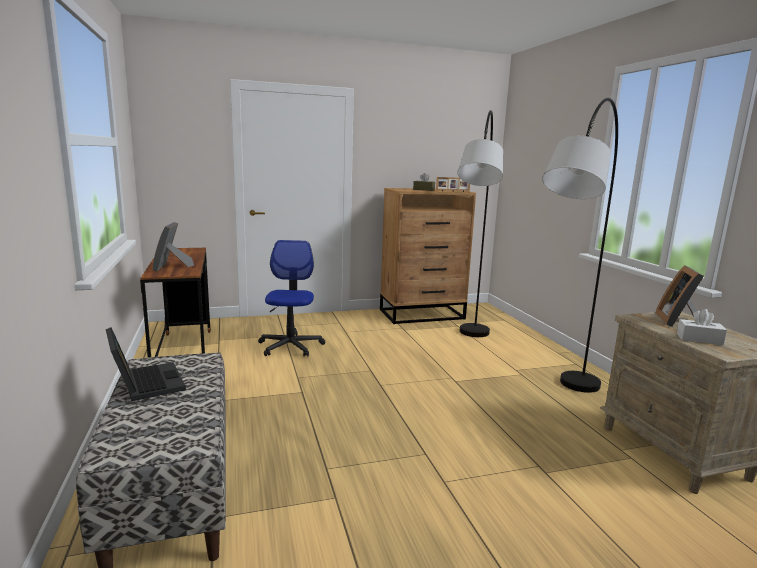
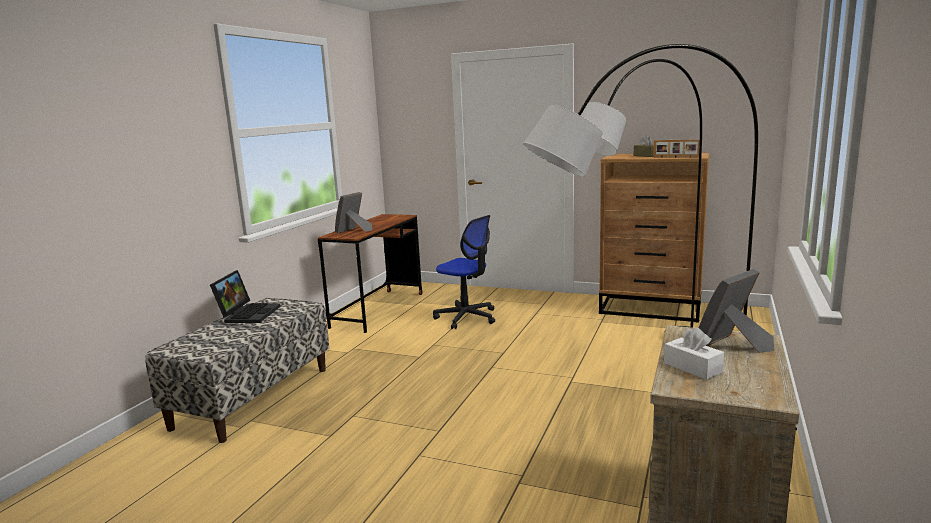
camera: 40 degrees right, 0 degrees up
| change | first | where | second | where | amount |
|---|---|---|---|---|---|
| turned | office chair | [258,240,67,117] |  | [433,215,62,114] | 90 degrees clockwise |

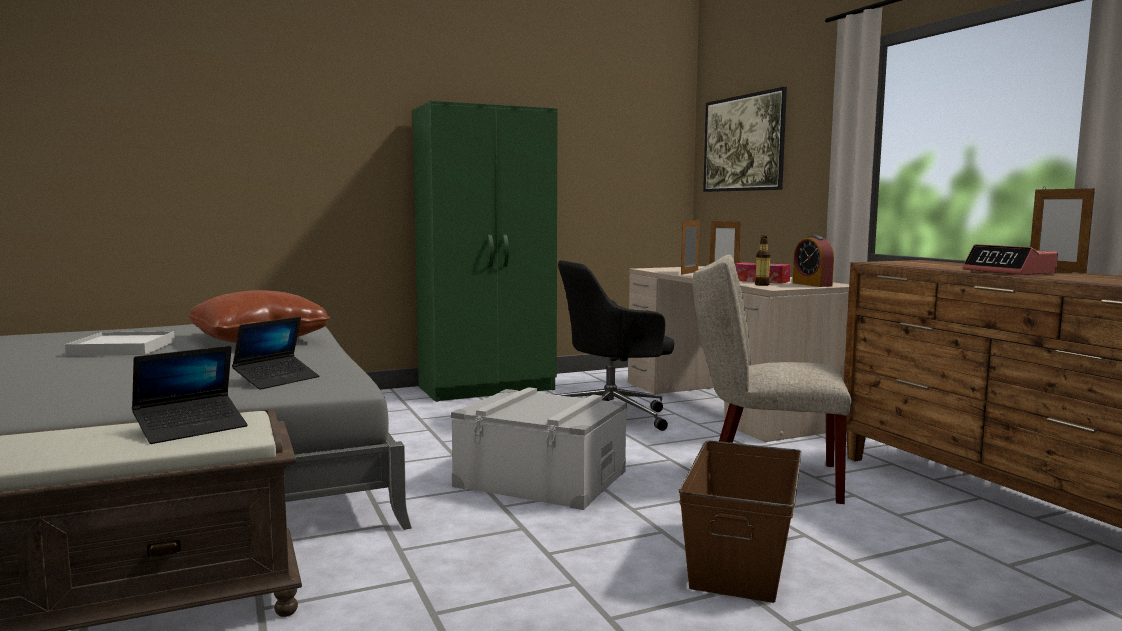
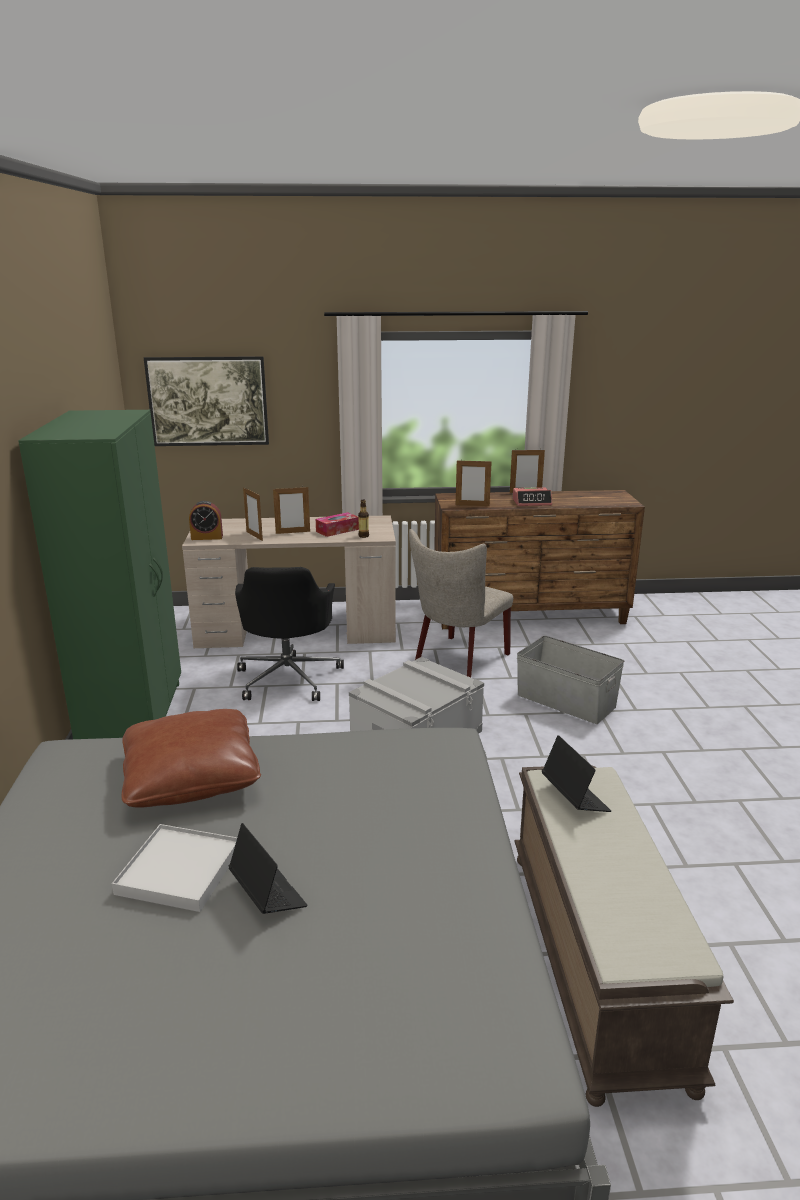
camera: 70 degrees left, 15 degrees up
| change | first | where | second | where | amount |
|---|---|---|---|---|---|
| moved | alarm clock | [793,235,41,52] |  | [189,501,34,39] |  |
| moved | laptop | [232,317,88,73] |  | [228,823,80,91] |  |
| recoloured | brown storage bin | [678,440,124,163] | greyish storage bin | [517,636,107,88] |  |
| added |  |  | standing frame | [456,460,36,46] |  |

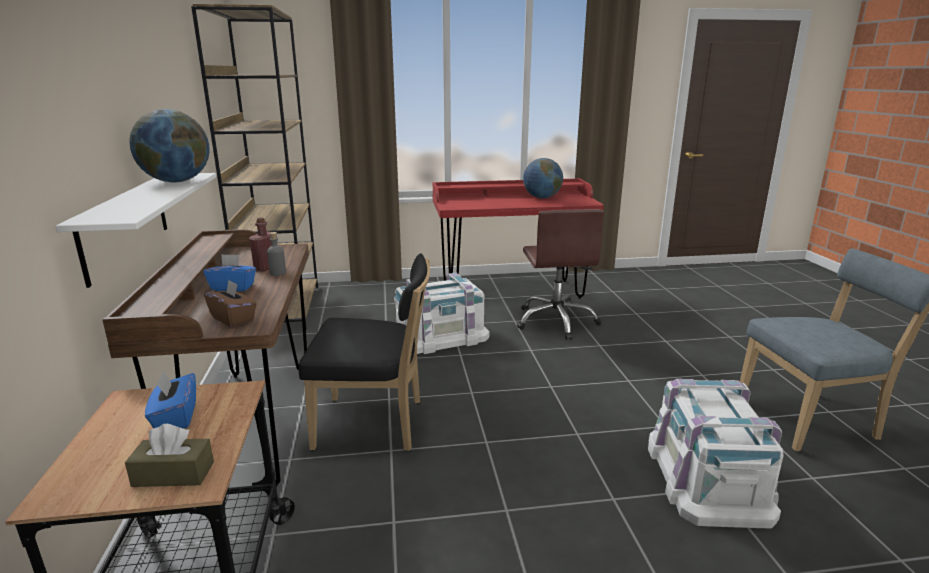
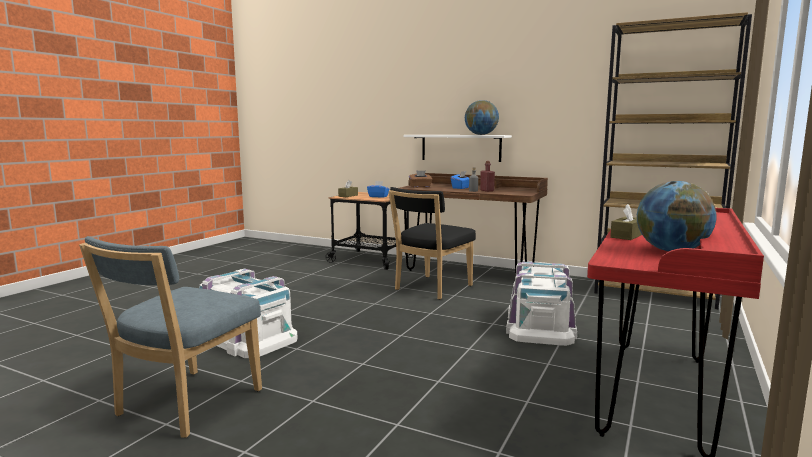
camera: 125 degrees right, 10 degrees down
| change | first | where | second | where | amount |
|---|---|---|---|---|---|
| removed | brown office chair | [517,209,87,131] |  |  |  |
| added |  |  | brown tissue box | [610,204,32,36] |  |

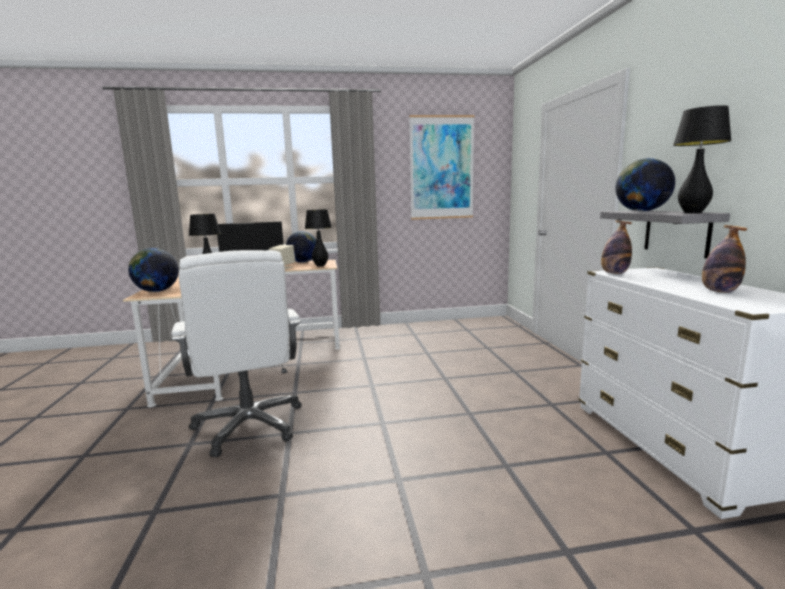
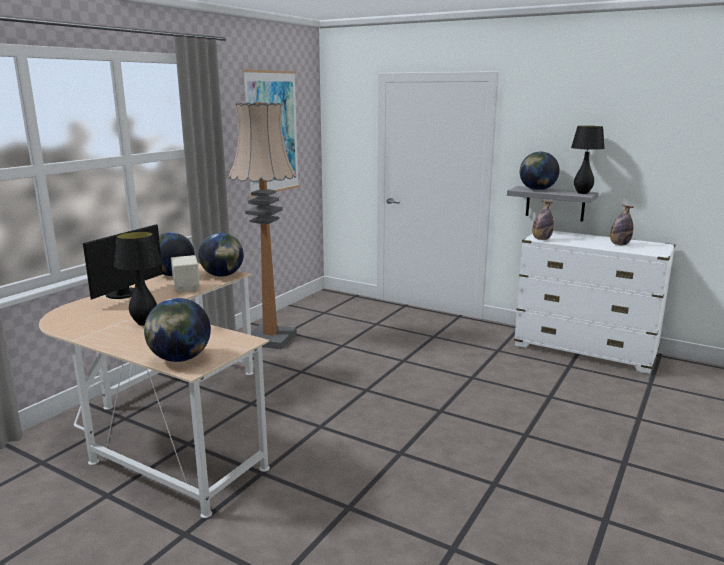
camera: 50 degrees left, 5 degrees up
| change | first | where | second | where | amount |
|---|---|---|---|---|---|
| replaced | black table lamp | [305,209,27,58] | globe | [198,233,46,44] |  |
| removed | white-coloured office chair | [171,250,131,207] |  |  |  |
| added |  |  | standard lamp | [228,102,69,247] |  |

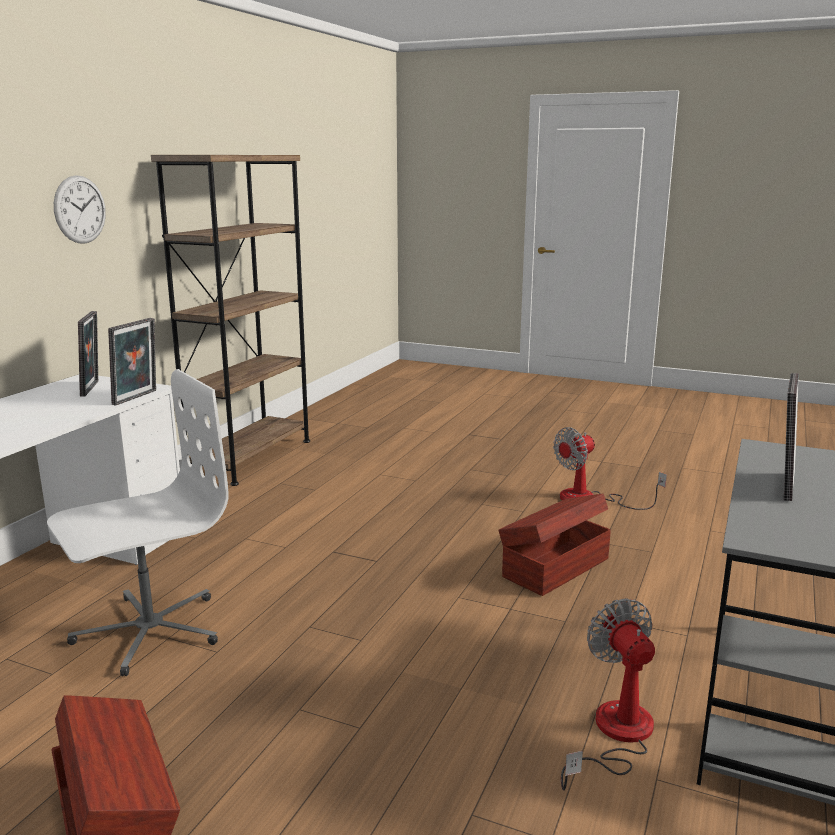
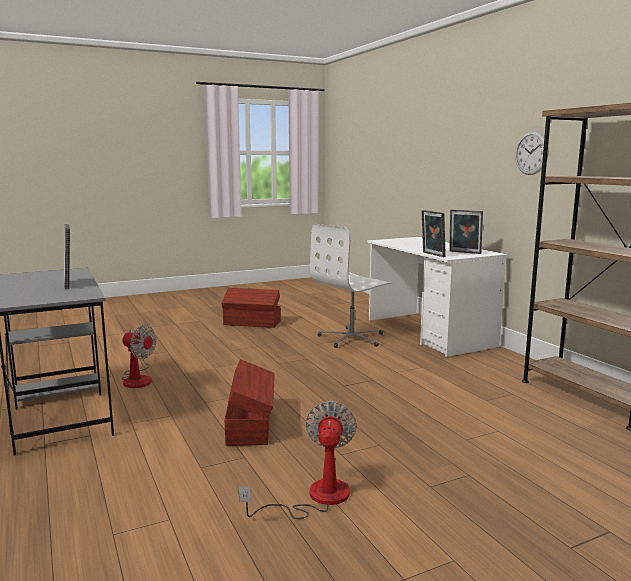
camera: 130 degrees right, 5 degrees down
| change | first | where | second | where | amount |
|---|---|---|---|---|---|
| turned | white-coloured office chair | [47,369,182,307] |  | [310,224,83,124] | 45 degrees clockwise |

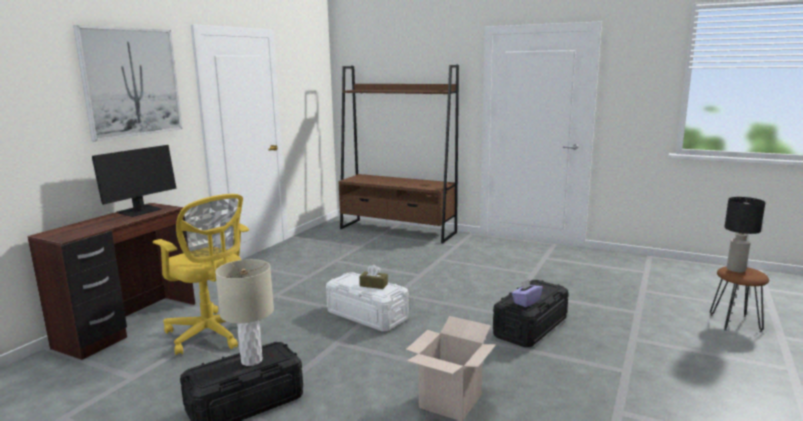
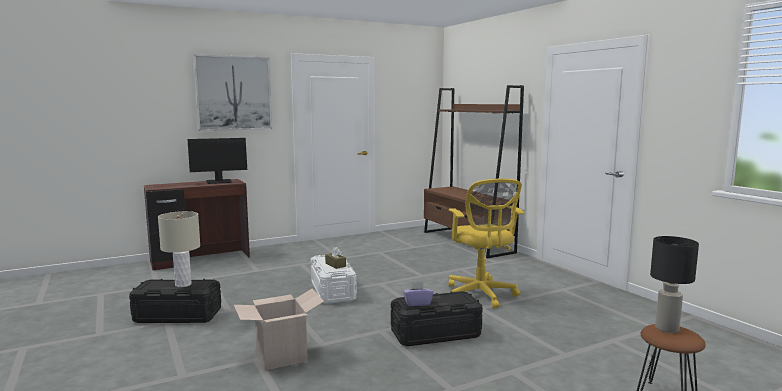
camera: 35 degrees right, 5 degrees down
| change | first | where | second | where | amount |
|---|---|---|---|---|---|
| moved | yellow-coloured office chair | [153,194,96,161] |  | [448,179,76,129] |  |

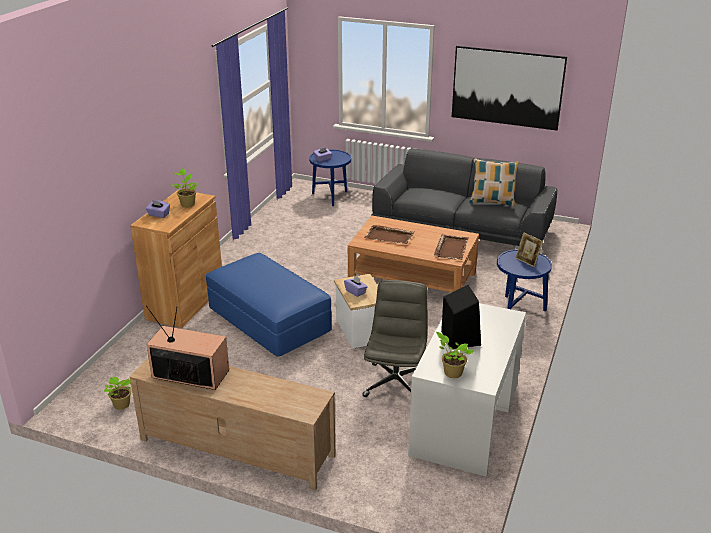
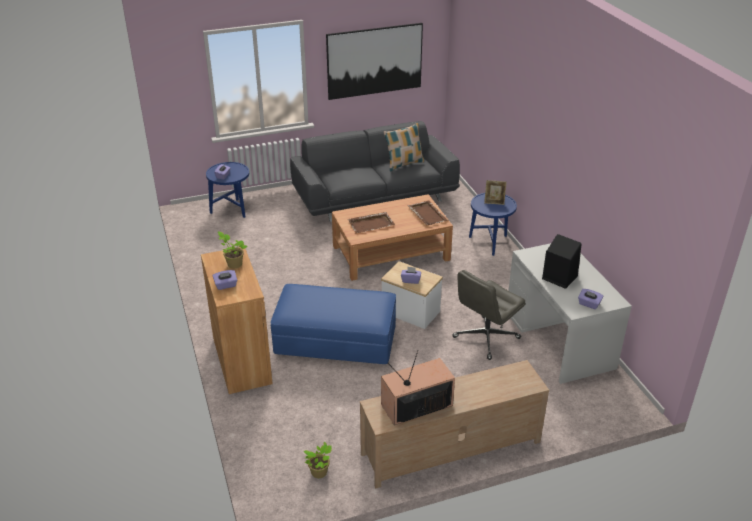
camera: 40 degrees left, 5 degrees up
| change | first | where | second | where | amount |
|---|---|---|---|---|---|
| turned | greyish office chair | [362,280,66,117] |  | [452,270,74,90] | 105 degrees counterclockwise |
| replaced | houseplant | [436,332,38,46] | purple-coloured tissue box | [578,289,25,20] |  |

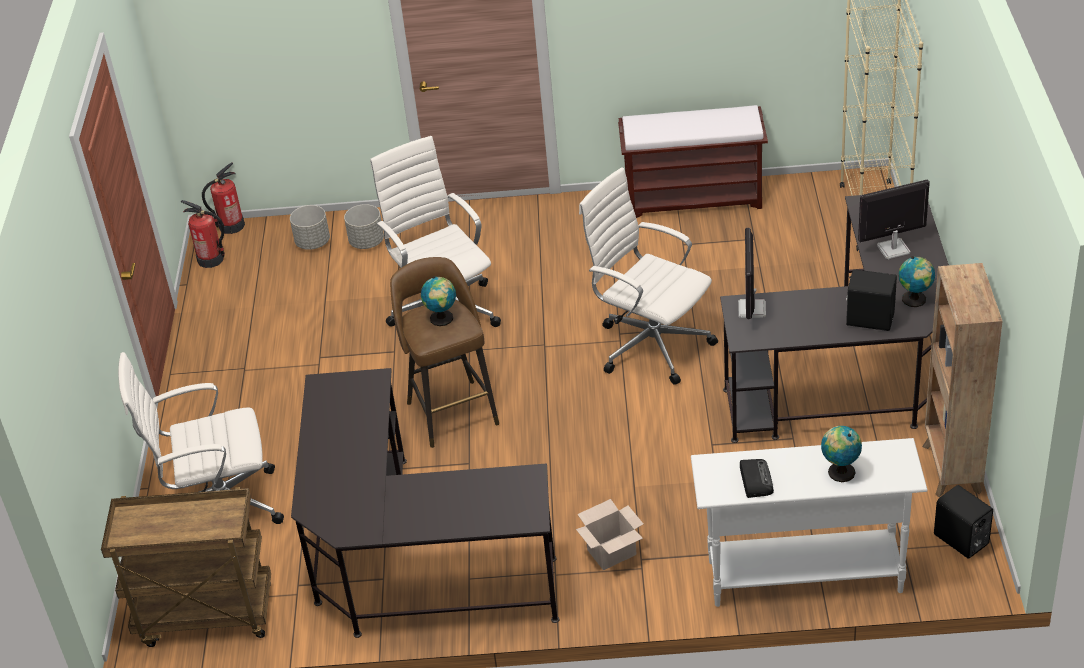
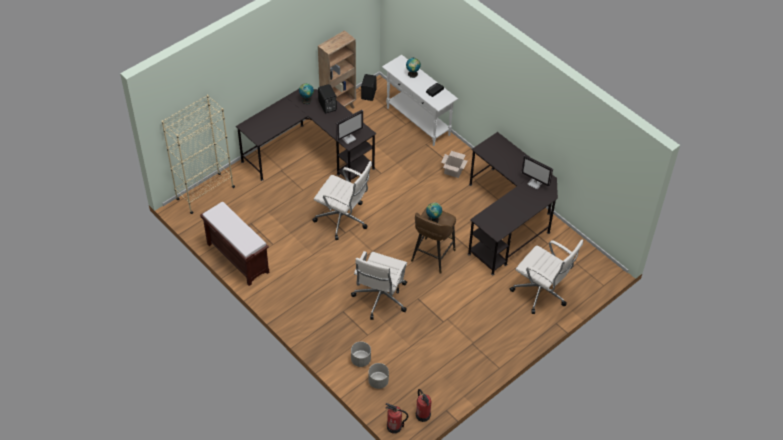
camera: 135 degrees left, 10 degrees up
| change | first | where | second | where | amount |
|---|---|---|---|---|---|
| turned | white-coloured office chair | [579,167,139,218] |  | [312,161,60,79] | 60 degrees counterclockwise |
| moved | computer screen | [858,180,72,79] |  | [521,155,32,34] |  |
| removed | brown trolley | [101,487,170,160] |  |  |  |

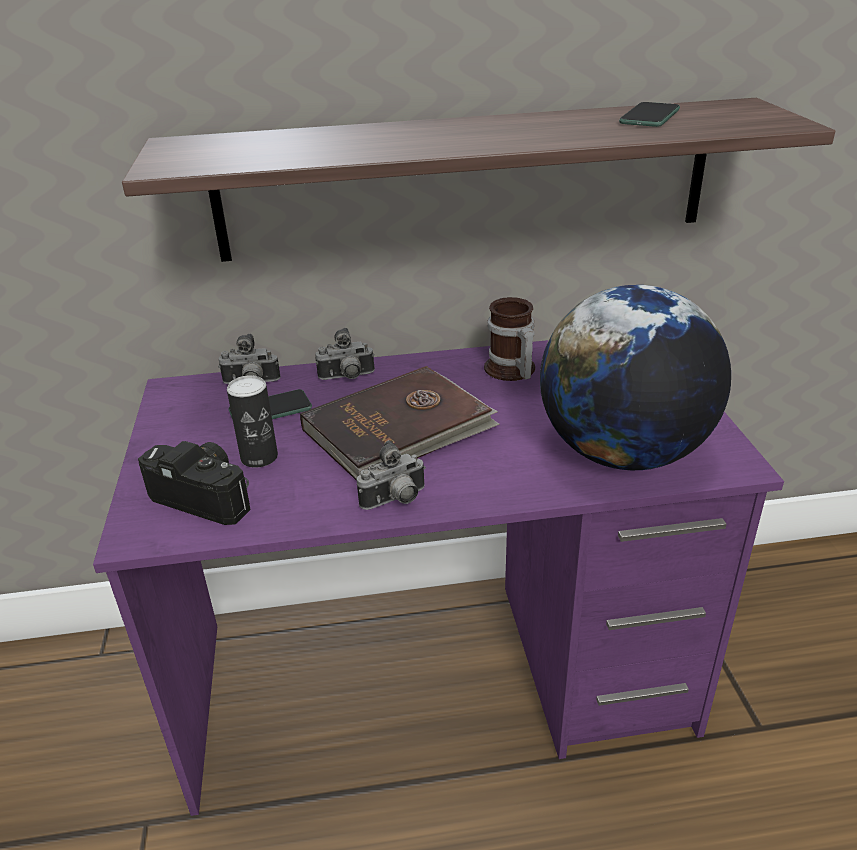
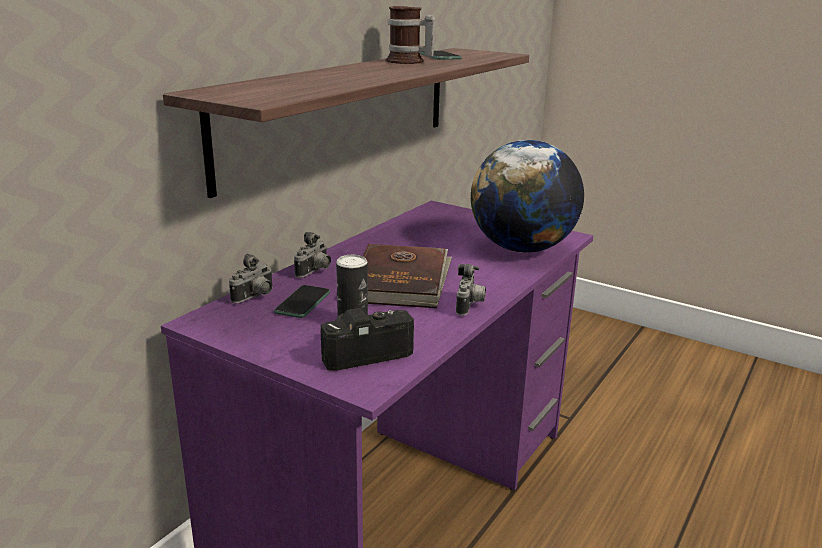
camera: 50 degrees left, 10 degrees down
| change | first | where | second | where | amount |
|---|---|---|---|---|---|
| moved | tea mug | [484,297,51,84] |  | [385,6,50,58] |  |

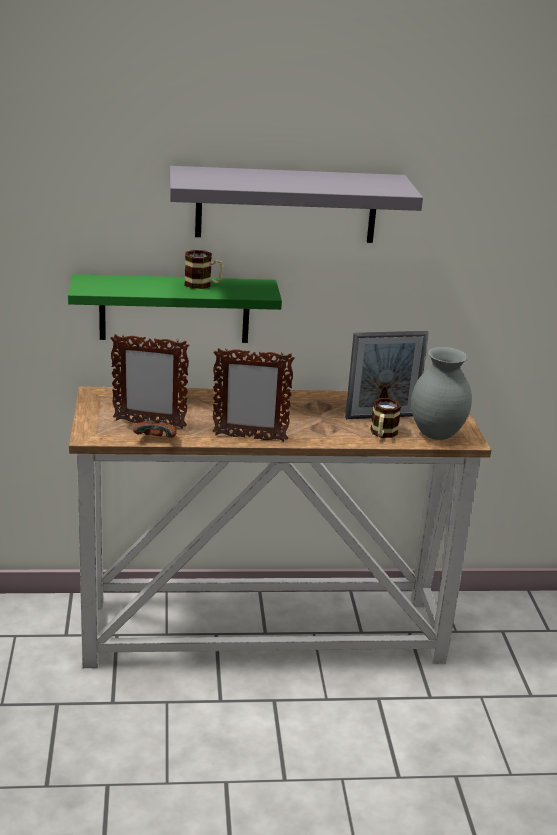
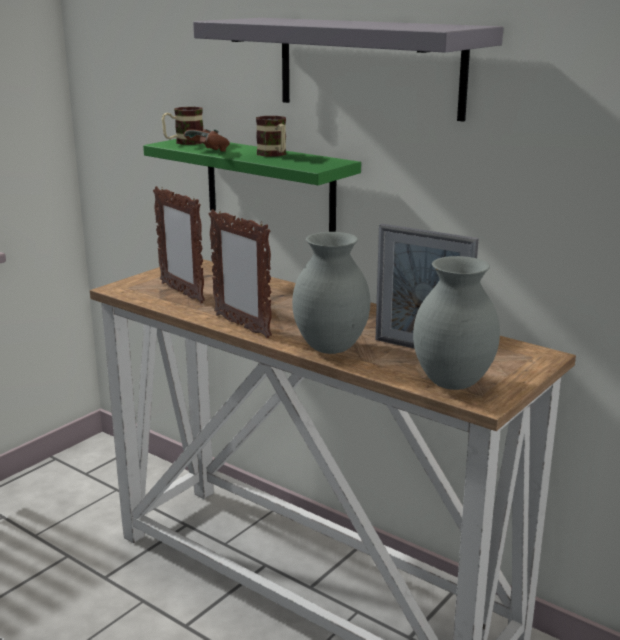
camera: 45 degrees right, 5 degrees down
| change | first | where | second | where | amount |
|---|---|---|---|---|---|
| moved | tea mug | [370,398,31,40] |  | [162,107,41,38] |  |
| moved | brown game controller | [133,419,44,19] |  | [184,129,46,23] |  |
| added |  |  | greyish vase | [292,232,78,122] |  |

